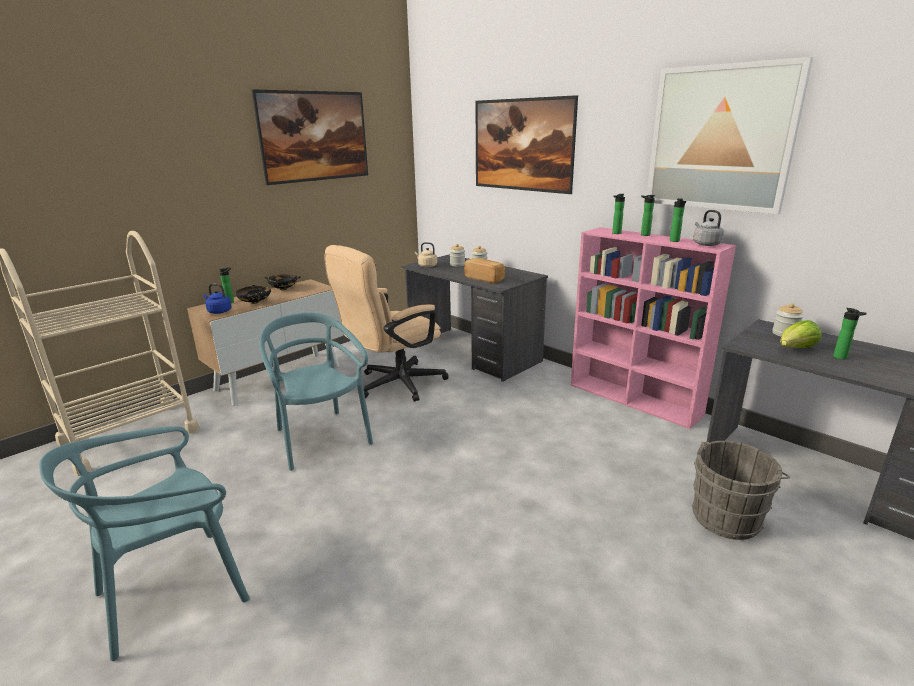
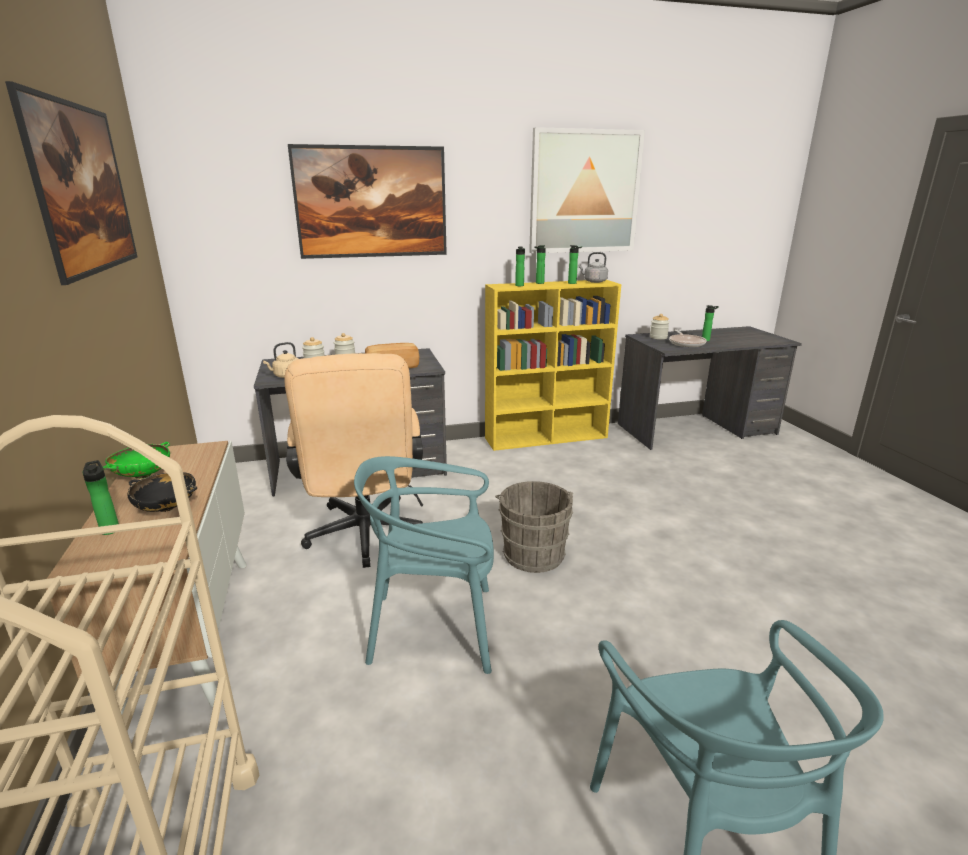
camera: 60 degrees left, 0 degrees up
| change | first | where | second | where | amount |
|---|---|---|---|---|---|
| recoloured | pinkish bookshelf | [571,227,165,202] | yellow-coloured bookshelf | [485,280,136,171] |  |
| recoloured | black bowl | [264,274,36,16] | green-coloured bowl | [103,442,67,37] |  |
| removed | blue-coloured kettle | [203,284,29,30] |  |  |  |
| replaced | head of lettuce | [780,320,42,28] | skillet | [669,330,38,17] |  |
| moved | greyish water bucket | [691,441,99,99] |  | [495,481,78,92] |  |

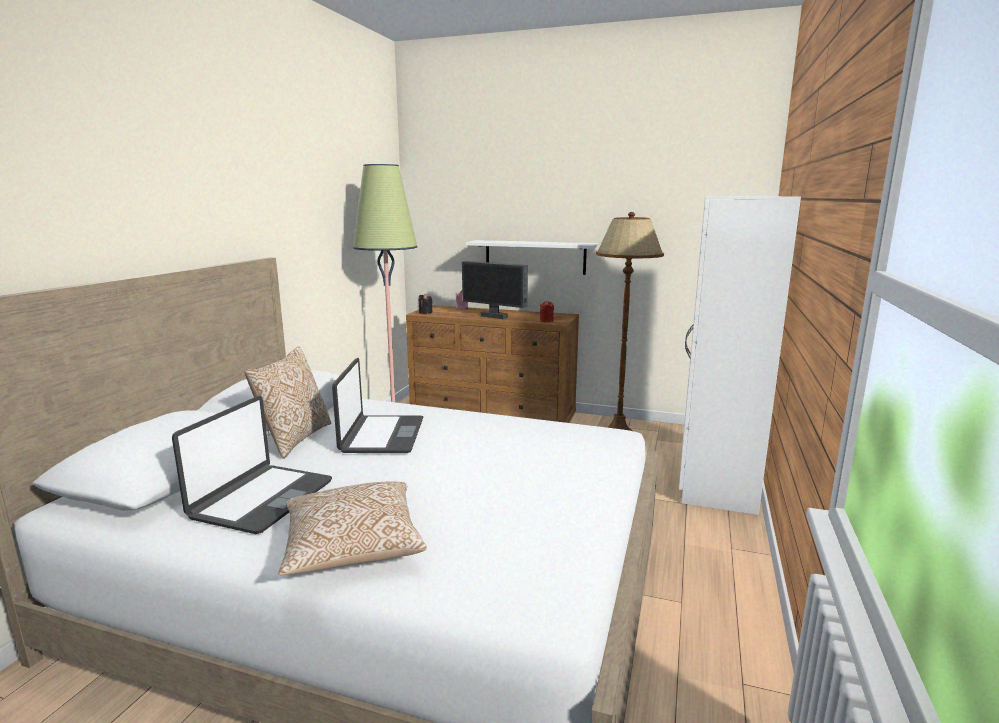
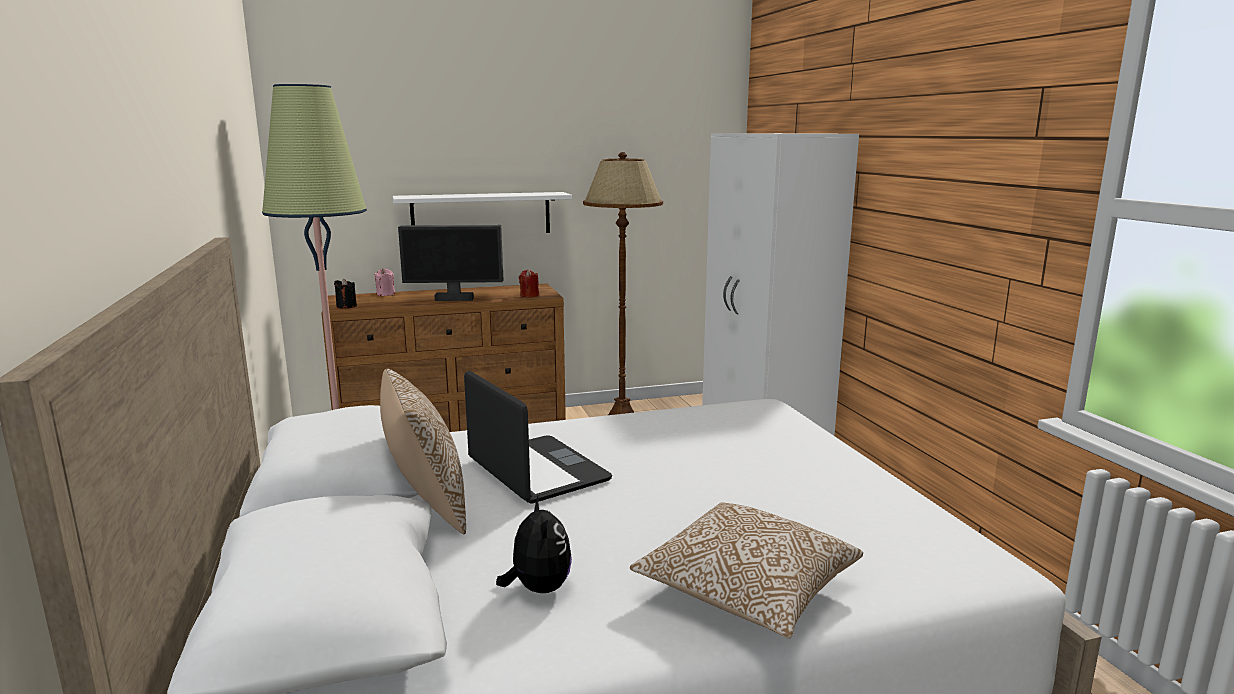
camera: 35 degrees left, 0 degrees up
| change | first | where | second | where | amount |
|---|---|---|---|---|---|
| replaced | laptop | [172,396,160,138] | cuddly toy | [496,497,76,96] |  |

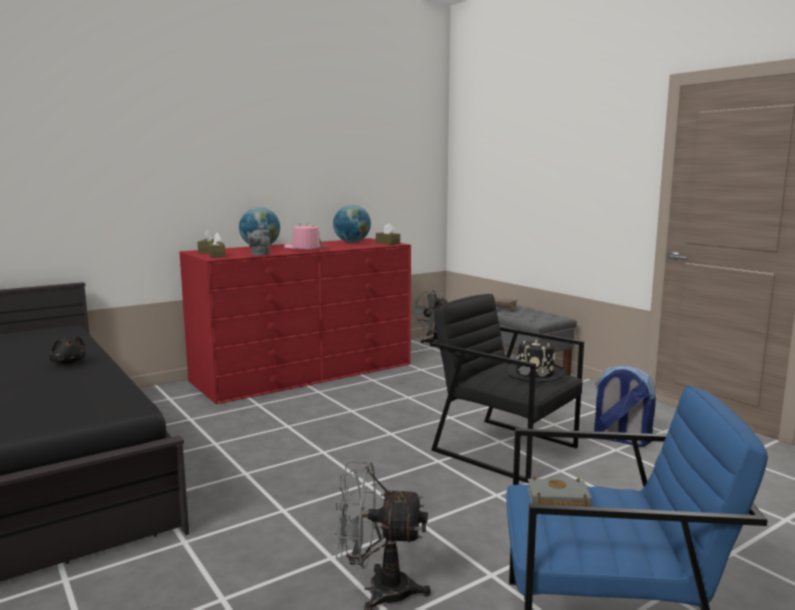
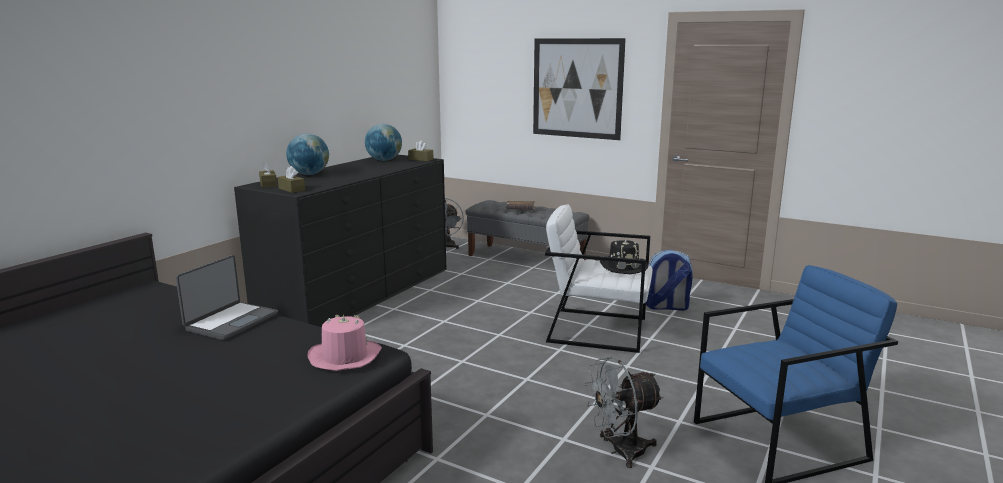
camera: 25 degrees left, 5 degrees up
| change | first | where | second | where | amount |
|---|---|---|---|---|---|
| moved | pinkish clothing hat | [284,222,45,28] |  | [308,315,74,56] |  |
| removed | greyish teapot | [247,225,23,31] |  |  |  |
| recoloured | red dresser | [180,238,231,166] | black dresser | [234,155,212,172] |  |
| recoloured | black armchair | [430,294,154,189] | white-coloured armchair | [545,204,107,149] |  |
| replaced | black cuddly toy | [49,336,37,28] | laptop | [176,255,102,85] |  |
| removed | greyish book | [527,477,65,30] |  |  |  |
| added |  |  | picture | [533,38,93,102] |  |

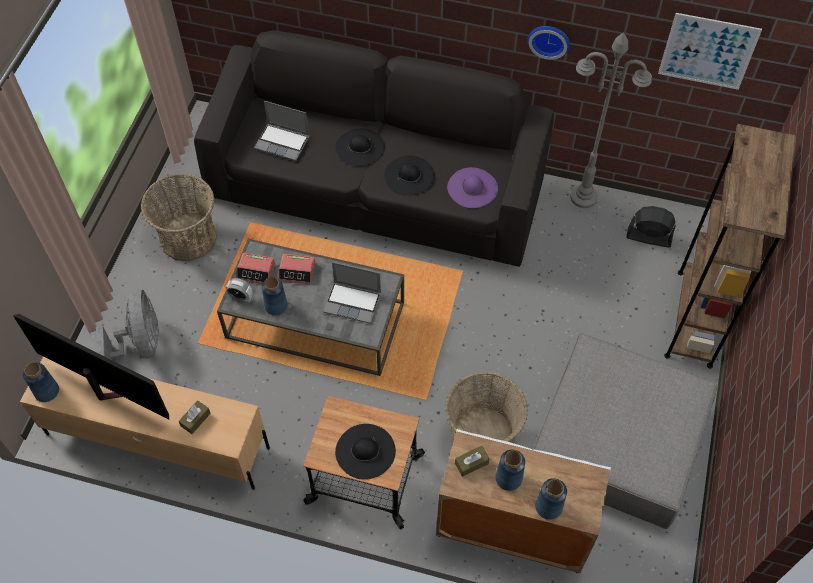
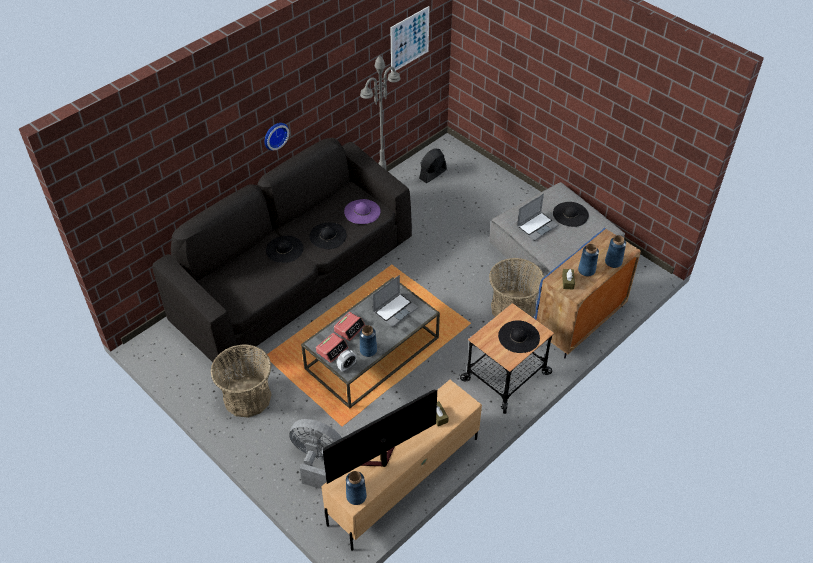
camera: 60 degrees left, 10 degrees down
| change | first | where | second | where | amount |
|---|---|---|---|---|---|
| moved | clock on the wall | [527,26,43,34] |  | [265,123,24,27] |  |
| moved | laptop | [254,101,56,60] |  | [517,194,41,47] |  |
| removed | brown bookshelf | [664,124,131,244] |  |  |  |
| recoloured | white-coloured cabinet | [436,429,175,144] | blue-coloured cabinet | [534,228,107,130] |  |
| added |  |  | black clothing hat | [553,202,36,25] |  |

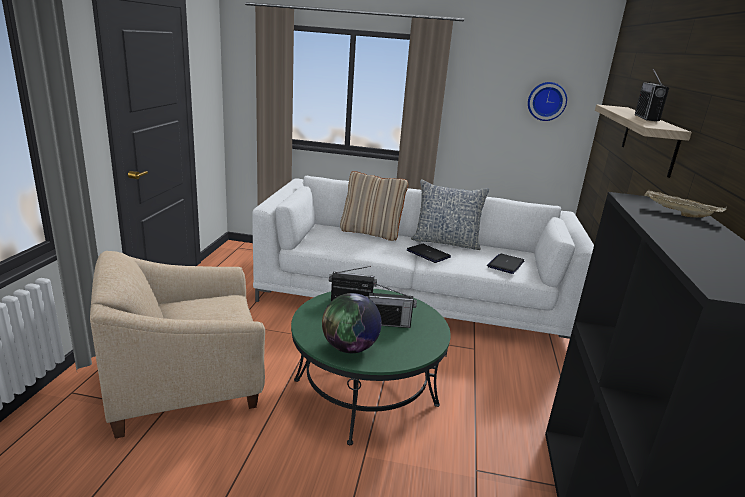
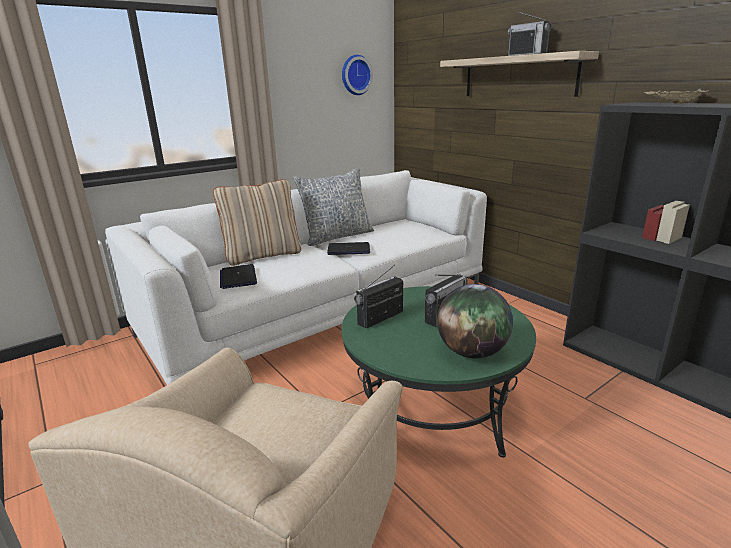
camera: 45 degrees left, 0 degrees up
| change | first | where | second | where | amount |
|---|---|---|---|---|---|
| moved | laptop | [487,253,37,21] |  | [220,264,37,25] |  |

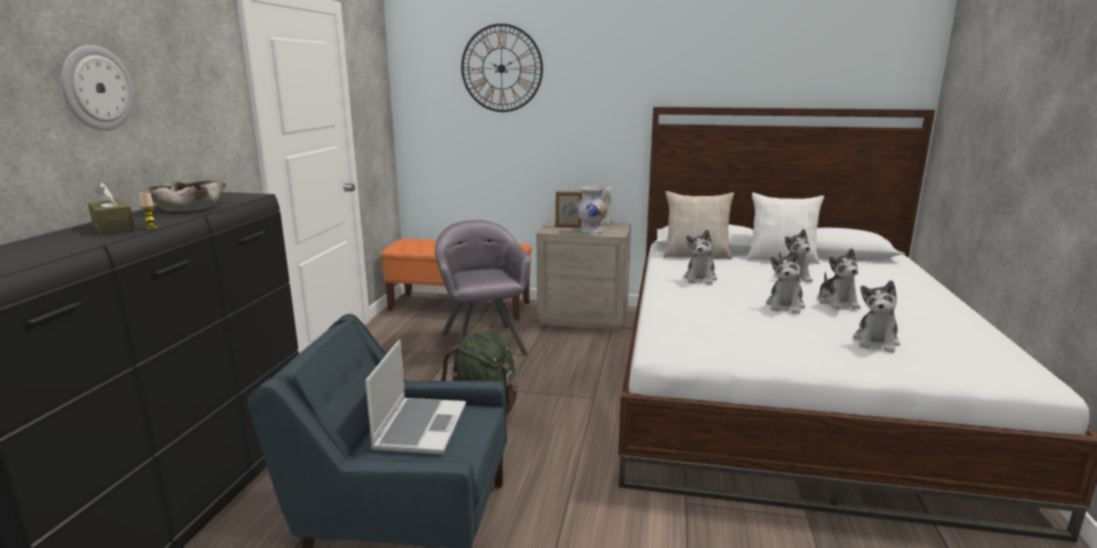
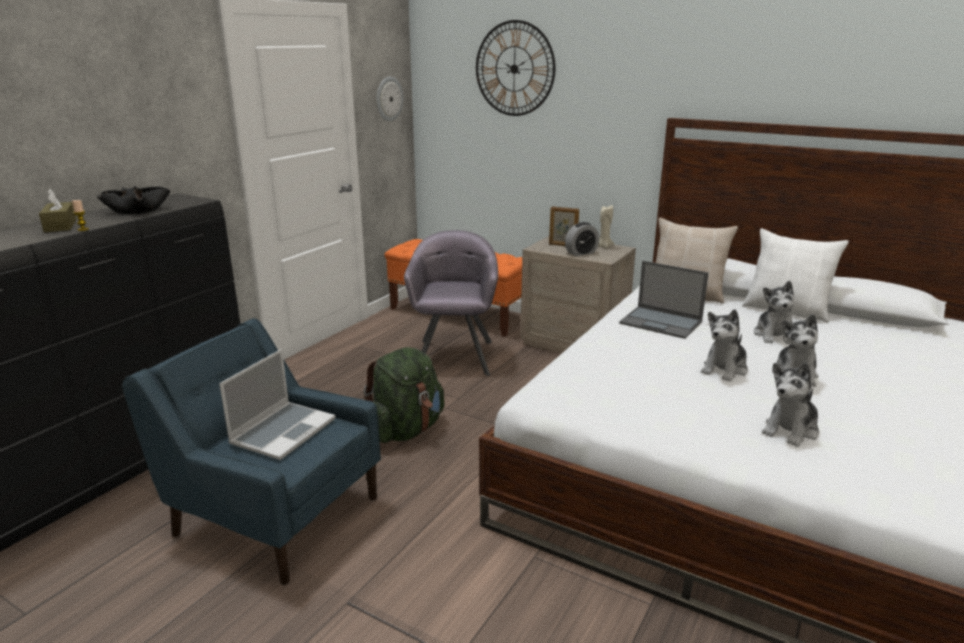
camera: 20 degrees right, 5 degrees up
| change | first | where | second | where | amount |
|---|---|---|---|---|---|
| moved | clock on the wall | [61,45,73,86] |  | [377,77,27,44] |  |
| recoloured | sand-coloured bowl | [144,180,82,31] | black bowl | [97,186,73,28] |  |
| replaced | white-coloured vase | [576,186,31,48] | alarm clock | [565,222,34,34] |  |
| replaced | cuddly toy | [684,230,33,55] | laptop | [619,261,90,78] |  |

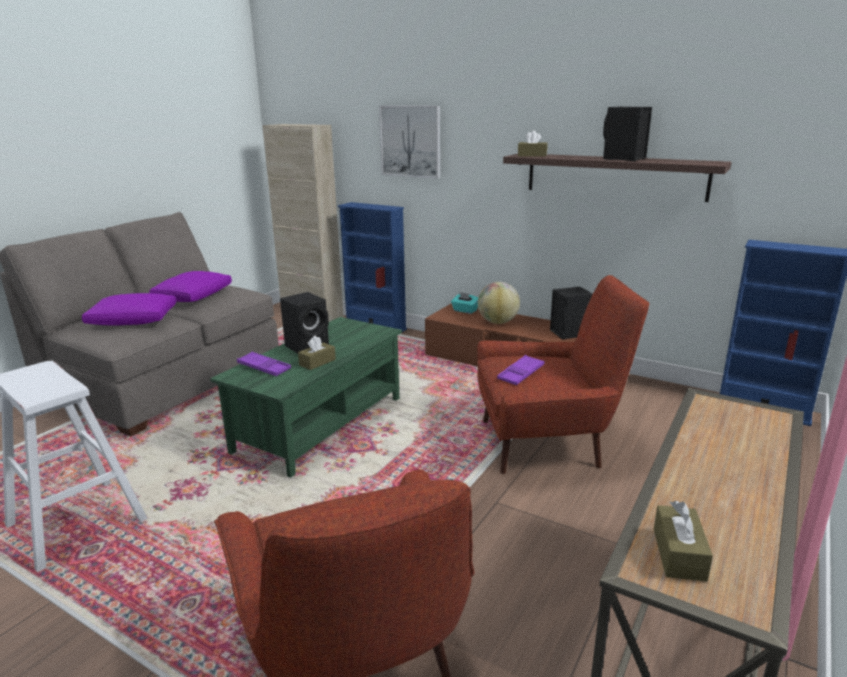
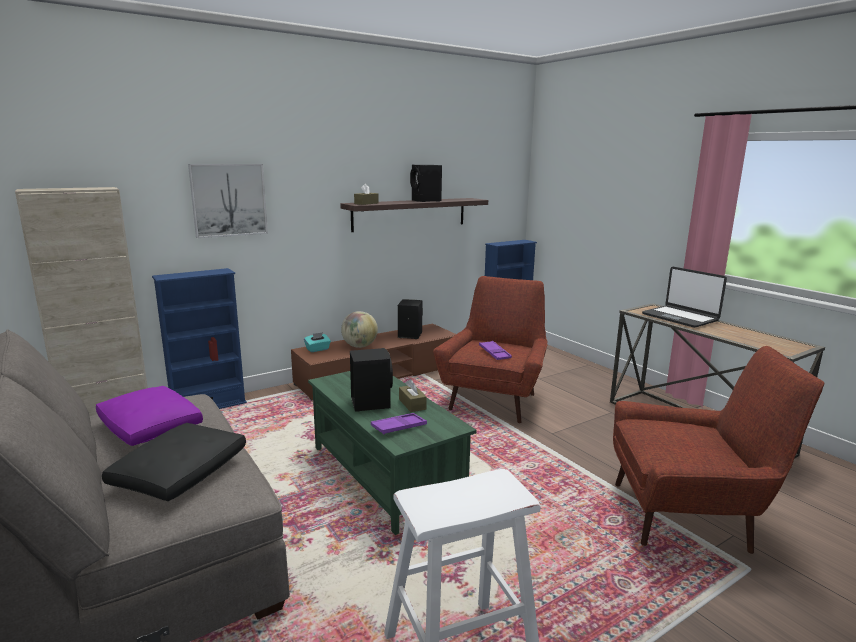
camera: 65 degrees left, 5 degrees down
| change | first | where | second | where | amount |
|---|---|---|---|---|---|
| recoloured | purple-coloured throw pillow | [82,293,94,33] | black throw pillow | [102,423,144,78] |  |
| removed | brown tissue box | [654,501,59,81] |  |  |  |
| added |  |  | laptop | [642,267,85,61] |  |

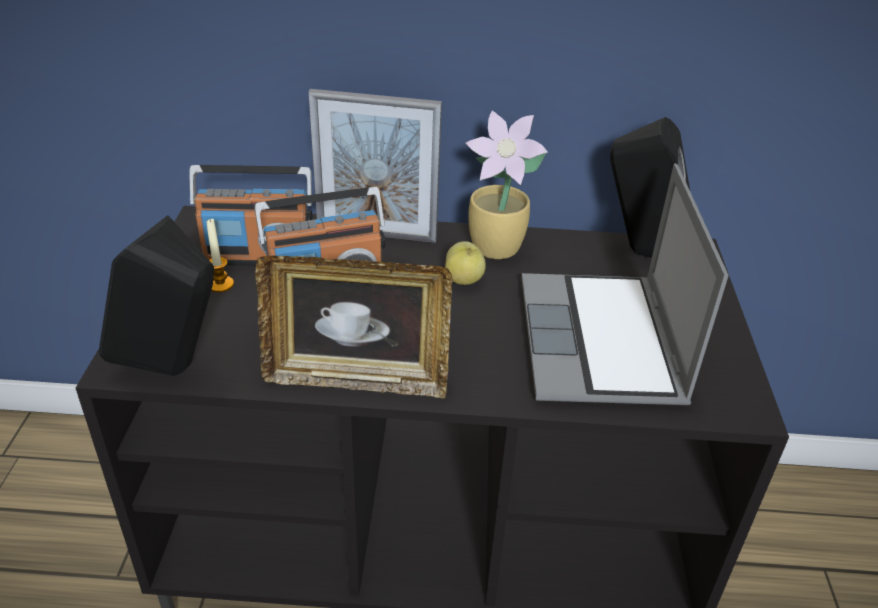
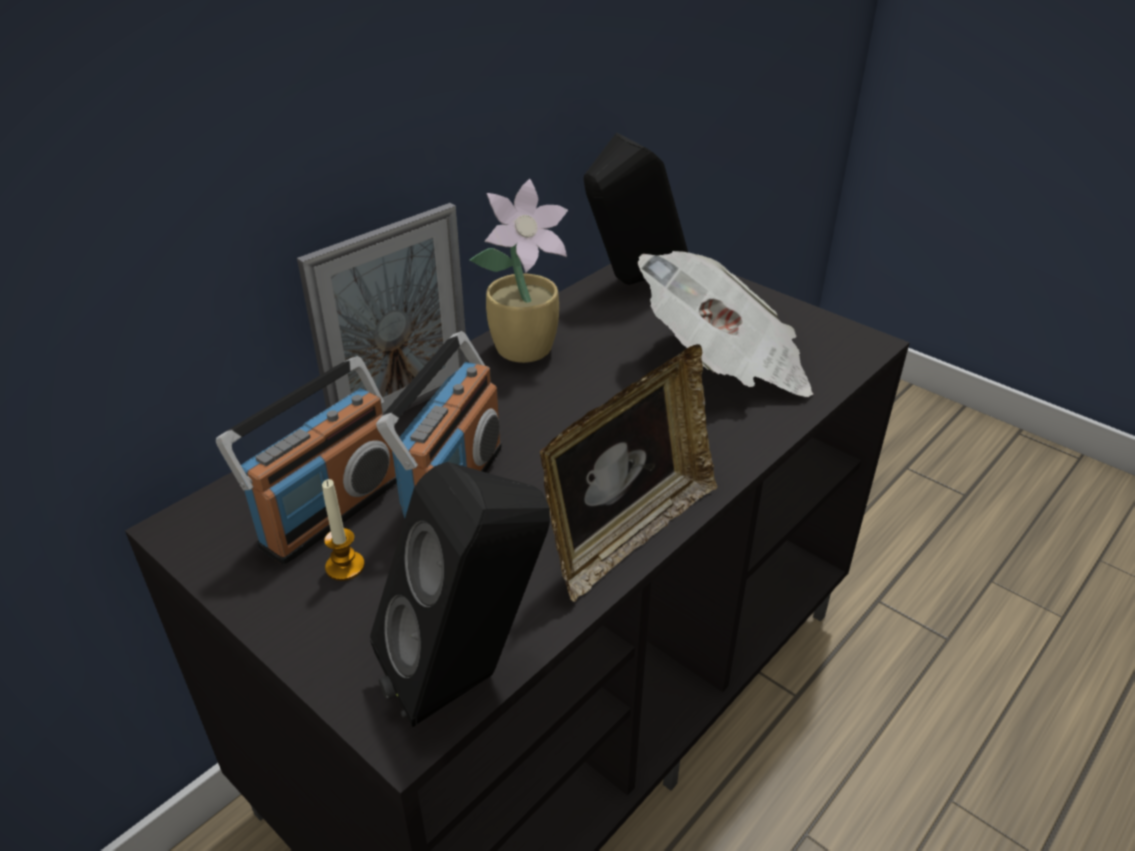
camera: 50 degrees left, 0 degrees up
| change | first | where | second | where | amount |
|---|---|---|---|---|---|
| replaced | laptop | [521,163,208,242] | printed paper | [638,251,175,146] |  |
| removed | apple fruit | [445,241,41,44] |  |  |  |

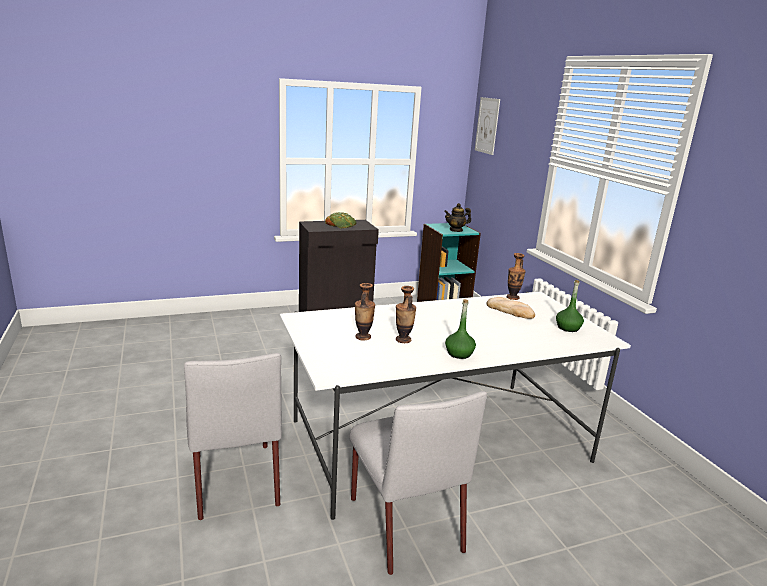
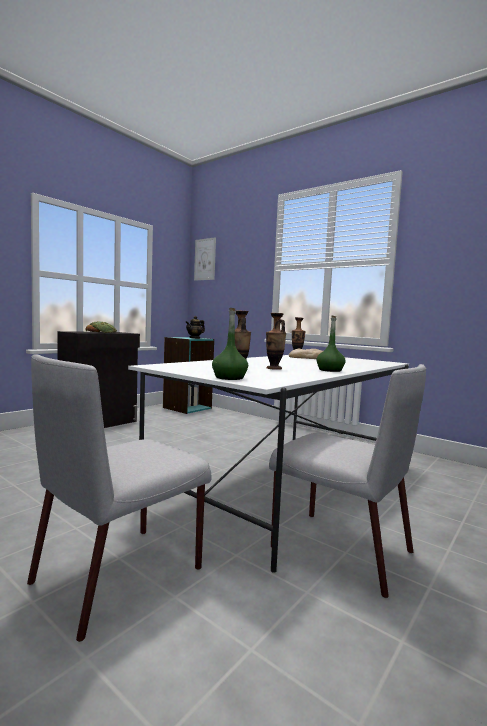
camera: 30 degrees left, 15 degrees down
| change | first | where | second | where | amount |
|---|---|---|---|---|---|
| moved | green-coloured beverage bottle | [556,280,28,52] |  | [212,308,36,72] |  |
| turned | greyish plain chair | [184,353,98,167] |  | [27,354,185,288] | 90 degrees clockwise |

